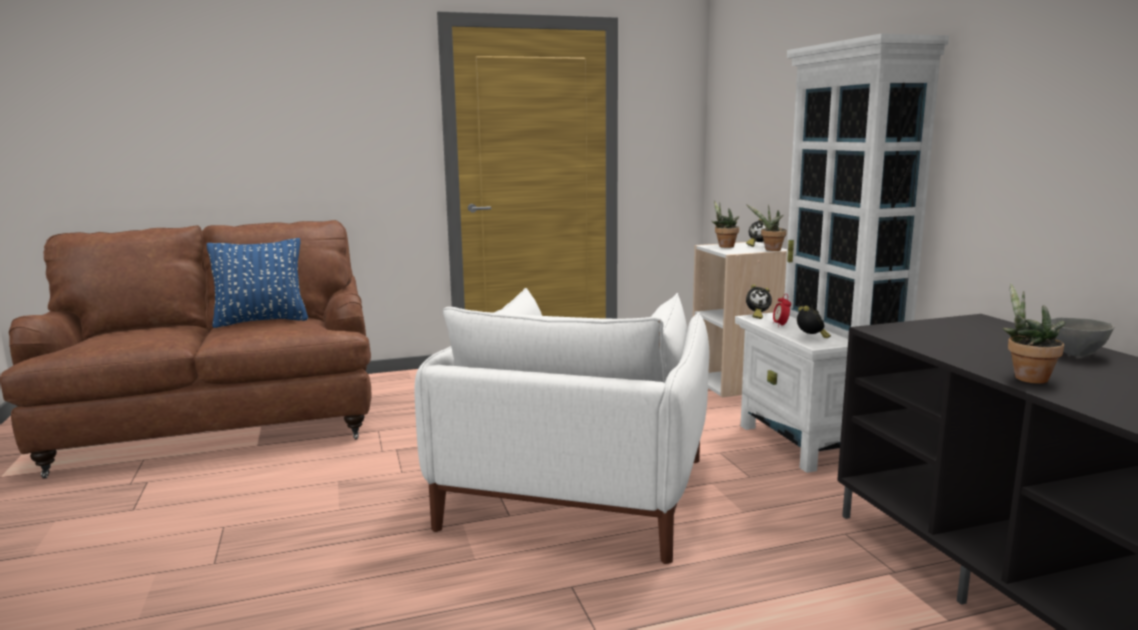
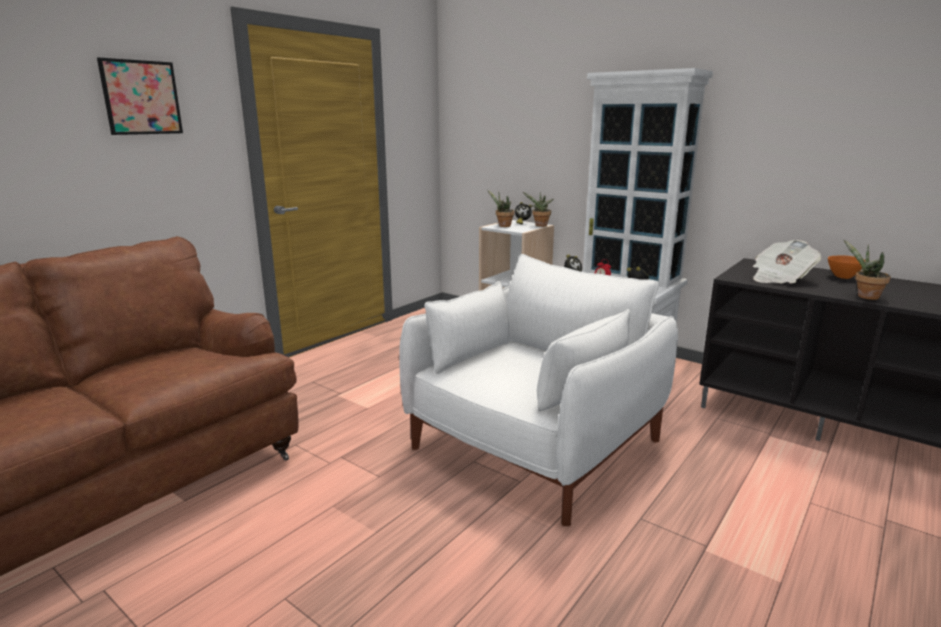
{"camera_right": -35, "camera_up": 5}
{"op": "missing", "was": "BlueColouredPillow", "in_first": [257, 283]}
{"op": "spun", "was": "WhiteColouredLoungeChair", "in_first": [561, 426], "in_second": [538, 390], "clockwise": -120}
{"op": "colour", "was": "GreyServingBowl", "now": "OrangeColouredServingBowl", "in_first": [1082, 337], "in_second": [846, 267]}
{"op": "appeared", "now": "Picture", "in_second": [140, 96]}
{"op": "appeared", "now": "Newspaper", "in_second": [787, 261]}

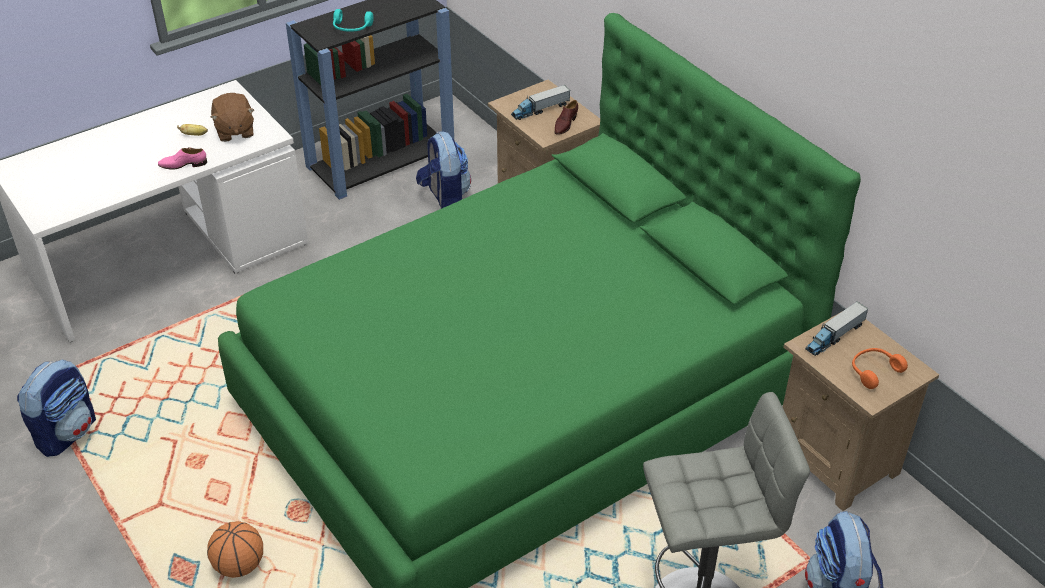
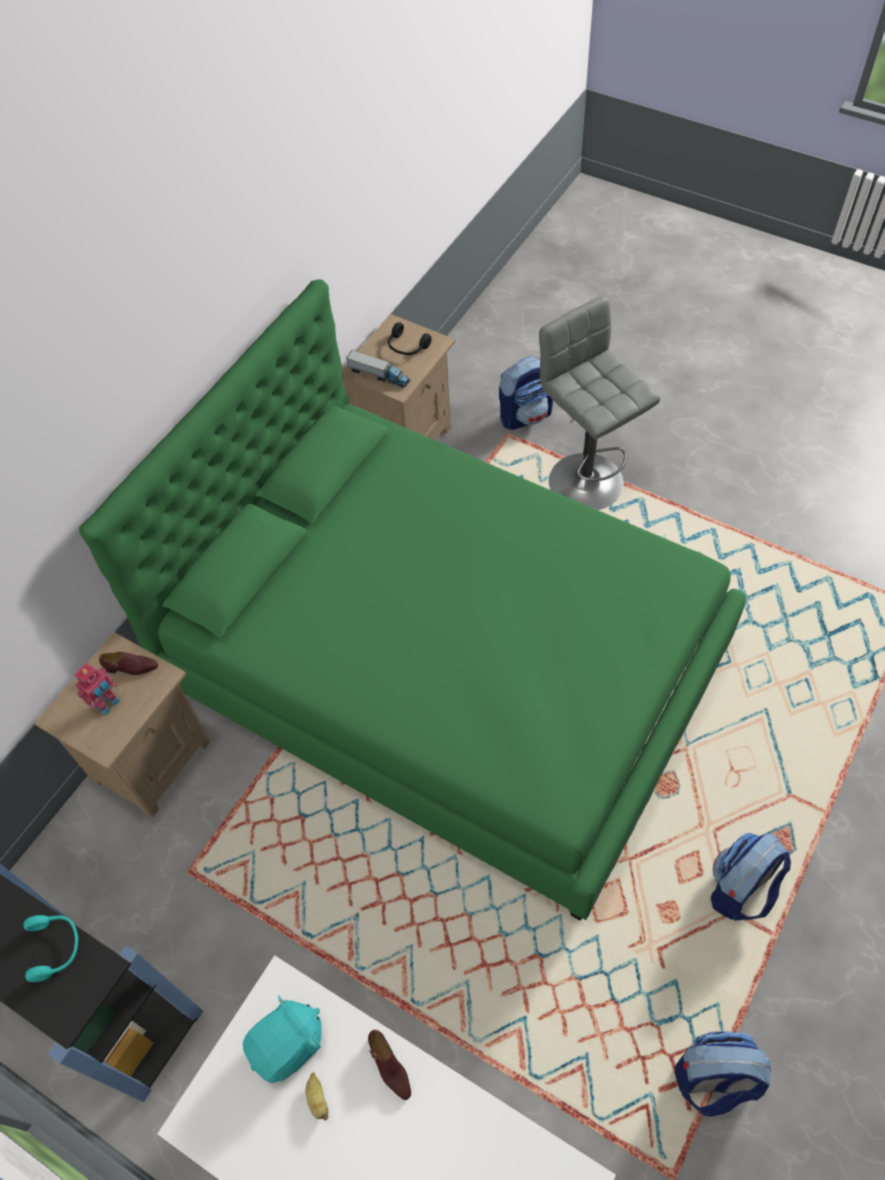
{"camera_right": -110, "camera_up": 15}
{"op": "exchanged", "was": "ToyTruck", "now": "ModelRobot", "in_first": [540, 102], "in_second": [97, 689]}
{"op": "colour", "was": "BrownColouredPlushToy", "now": "TurquoiseColouredPlushToy", "in_first": [232, 117], "in_second": [282, 1039]}
{"op": "relocated", "was": "Knapsack", "in_first": [443, 170], "in_second": [751, 877]}
{"op": "colour", "was": "PinkColouredShoe", "now": "BrownColouredShoe", "in_first": [182, 158], "in_second": [389, 1065]}
{"op": "colour", "was": "OrangeColouredPairOfHeadphones", "now": "BlackPairOfHeadphones", "in_first": [880, 368], "in_second": [410, 338]}
{"op": "missing", "was": "BallForBasketball", "in_first": [235, 549]}

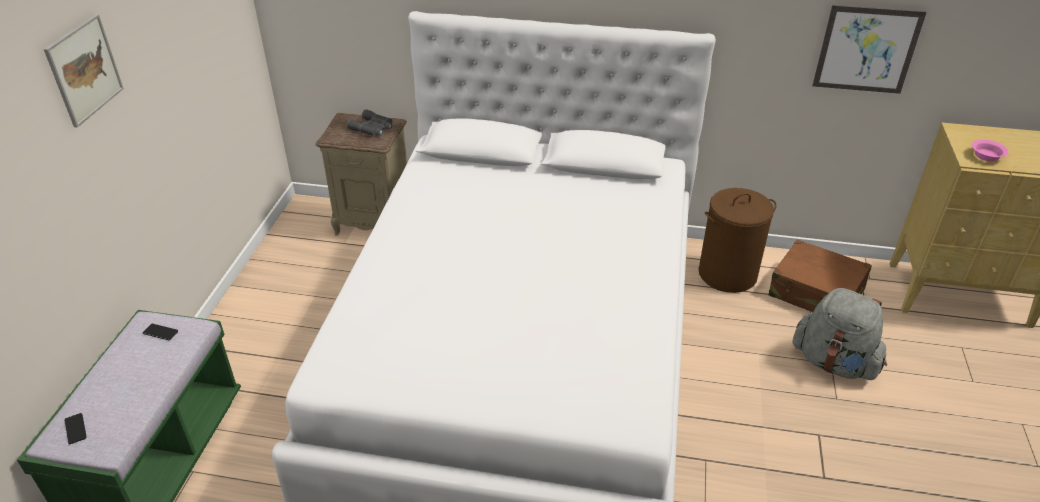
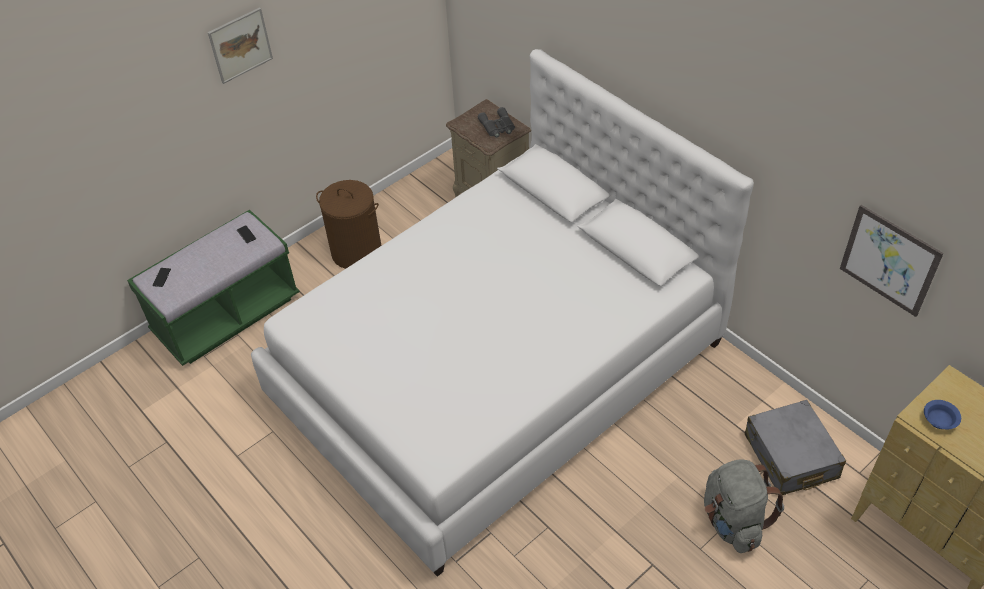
{"camera_right": 40, "camera_up": 10}
{"op": "colour", "was": "PinkColouredServingBowl", "now": "BlueColouredServingBowl", "in_first": [990, 150], "in_second": [942, 414]}
{"op": "relocated", "was": "BrownColouredLaundryBasket", "in_first": [738, 240], "in_second": [348, 224]}
{"op": "colour", "was": "BrownColouredSuitcase", "now": "GreySuitcase", "in_first": [820, 276], "in_second": [795, 447]}

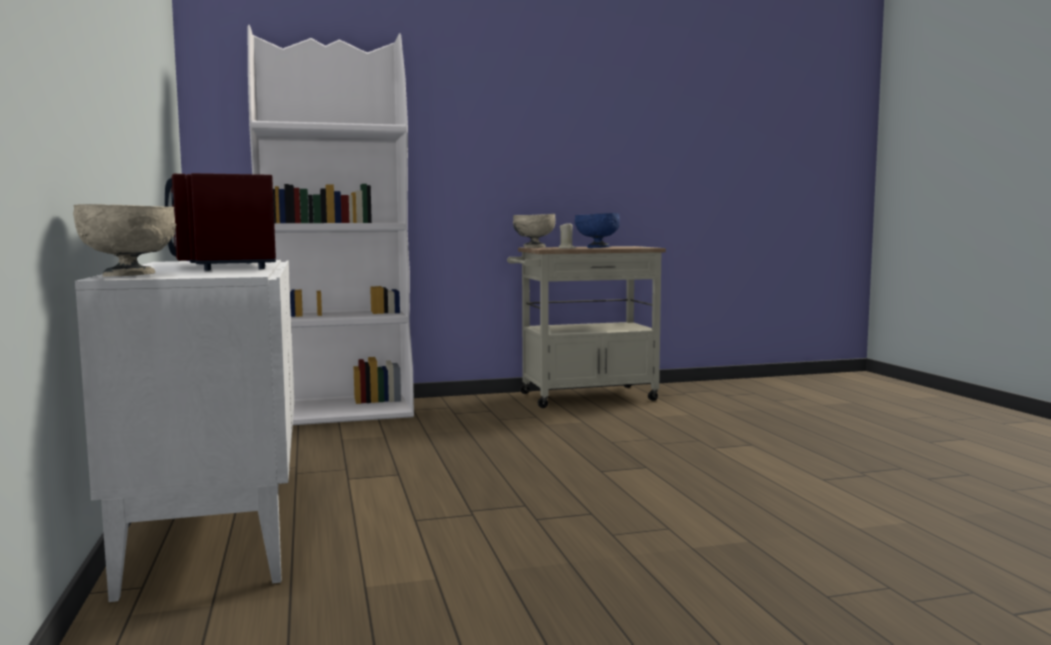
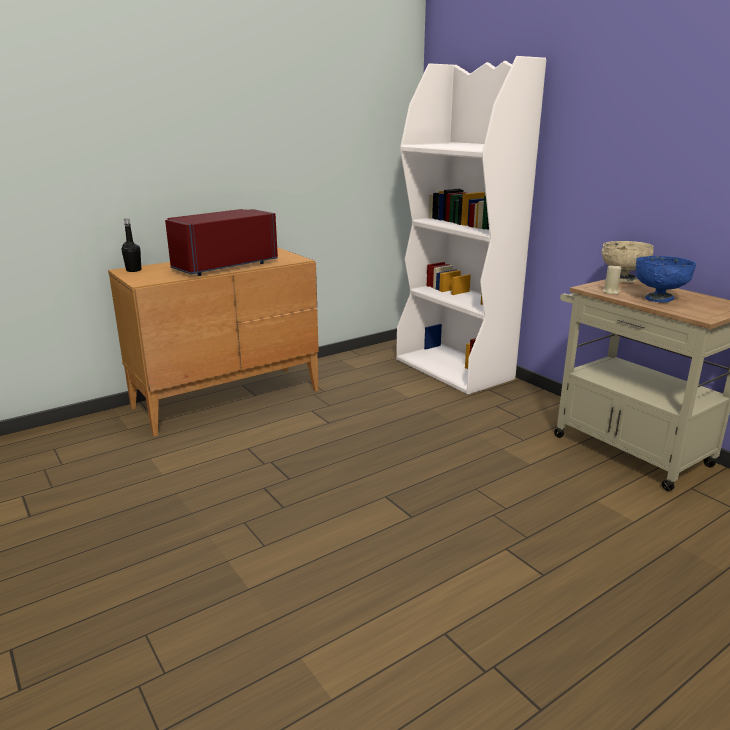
{"camera_right": 70, "camera_up": 15}
{"op": "exchanged", "was": "SandColouredServingBowl", "now": "BlackBeverageBottle", "in_first": [124, 240], "in_second": [131, 245]}
{"op": "colour", "was": "WhiteColouredStorageCabinet", "now": "BrownColouredStorageCabinet", "in_first": [184, 431], "in_second": [213, 342]}

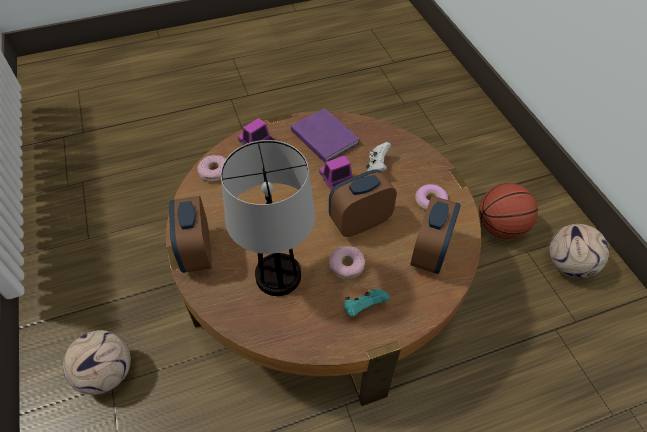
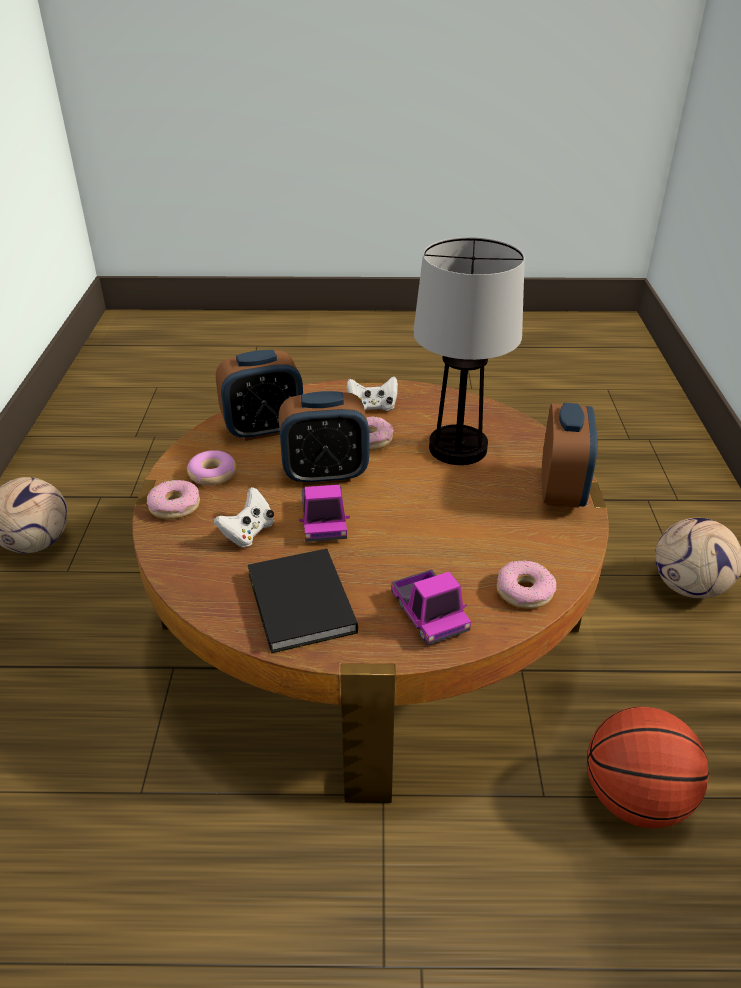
{"camera_right": -160, "camera_up": -15}
{"op": "colour", "was": "PurplishBook", "now": "BlackBook", "in_first": [325, 135], "in_second": [303, 601]}
{"op": "relocated", "was": "BallForBasketball", "in_first": [508, 211], "in_second": [648, 767]}
{"op": "spun", "was": "AlarmClock", "in_first": [435, 235], "in_second": [259, 395], "clockwise": -150}
{"op": "colour", "was": "TurquoiseColouredGameController", "now": "WhiteColouredGameController", "in_first": [367, 303], "in_second": [372, 394]}
{"op": "appeared", "now": "Doughnut", "in_second": [173, 499]}

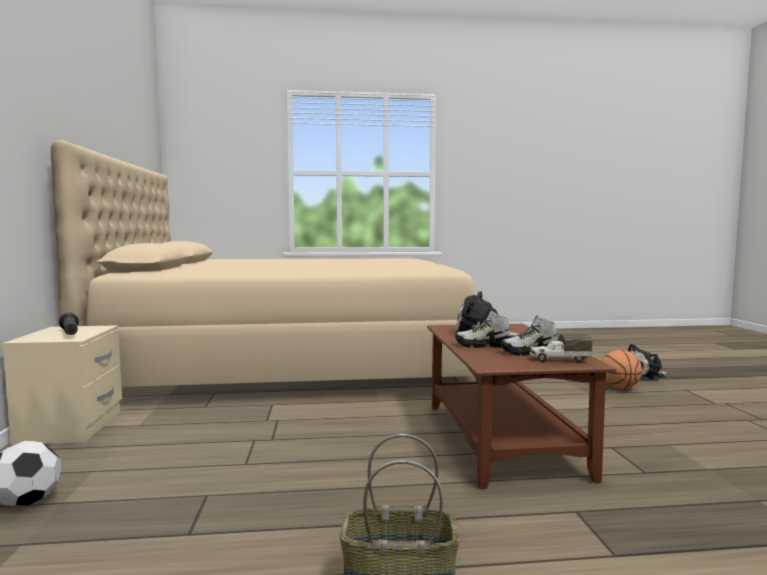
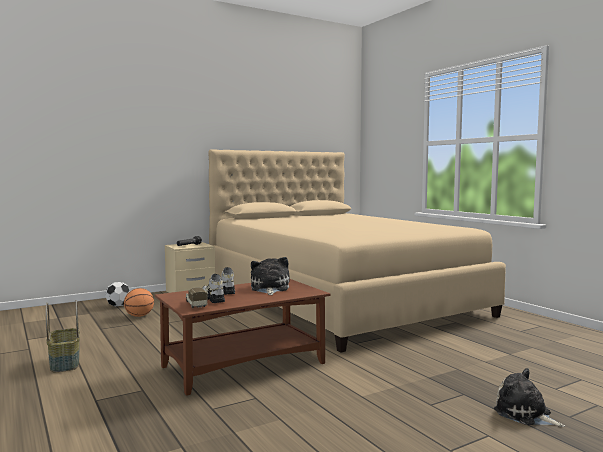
{"camera_right": 65, "camera_up": 0}
{"op": "relocated", "was": "BallForBasketball", "in_first": [621, 369], "in_second": [139, 302]}

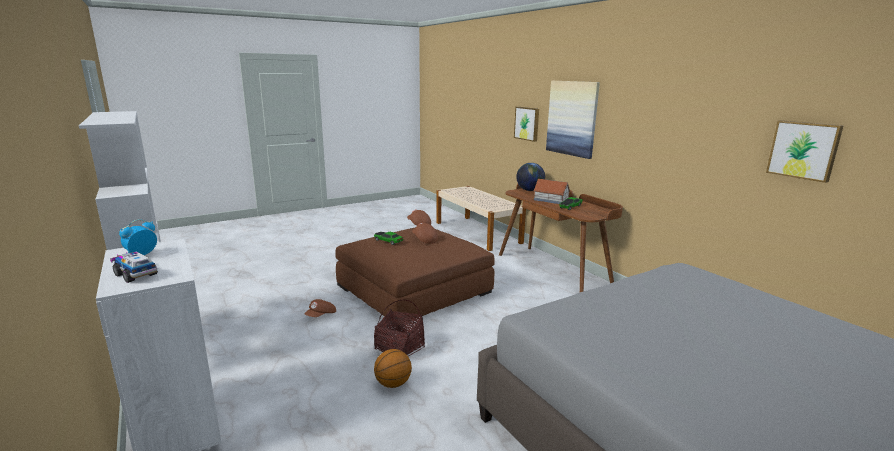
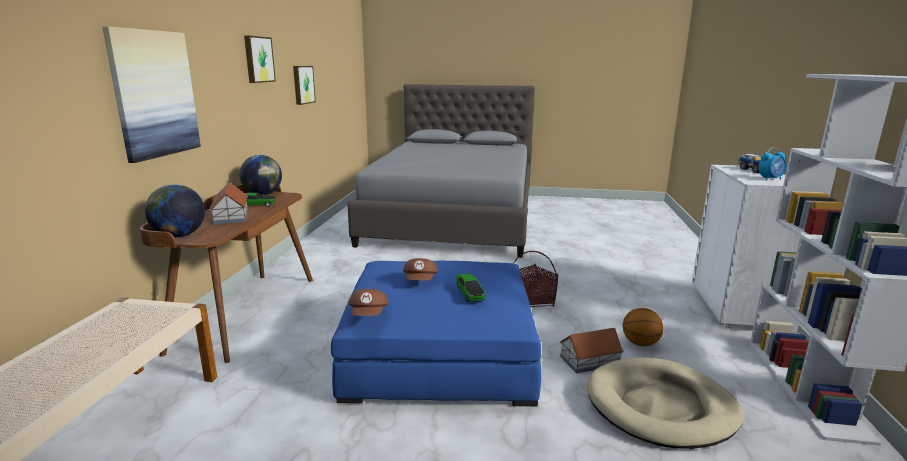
{"camera_right": -140, "camera_up": 0}
{"op": "relocated", "was": "Picture", "in_first": [526, 124], "in_second": [260, 59]}
{"op": "colour", "was": "BrownColouredPouffe", "now": "BlueColouredPouffe", "in_first": [415, 277], "in_second": [436, 333]}
{"op": "exchanged", "was": "BrownColouredBaseballCap", "now": "MiniatureHouse", "in_first": [320, 308], "in_second": [592, 350]}
{"op": "relocated", "was": "BallForBasketball", "in_first": [393, 368], "in_second": [643, 327]}
{"op": "appeared", "now": "Globe", "in_second": [260, 175]}
{"op": "appeared", "now": "SandColouredDogCushion", "in_second": [665, 403]}

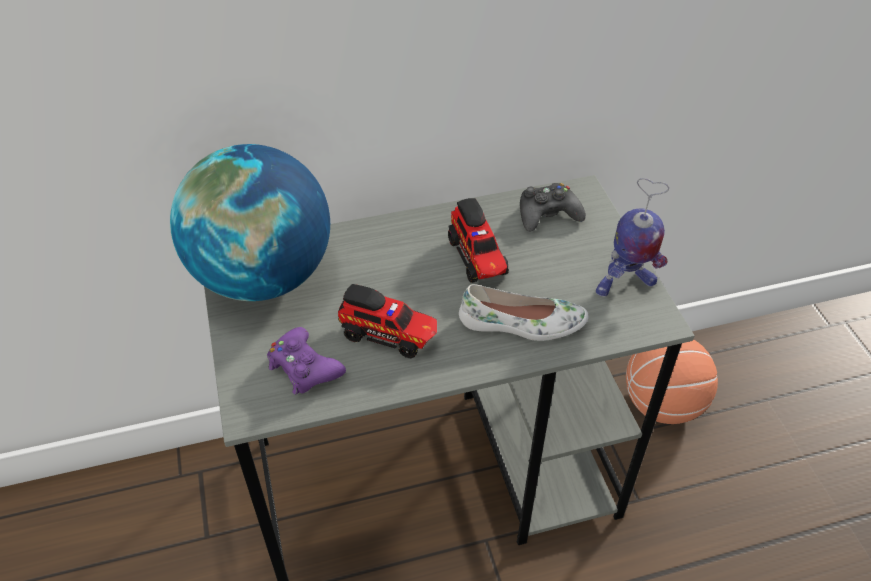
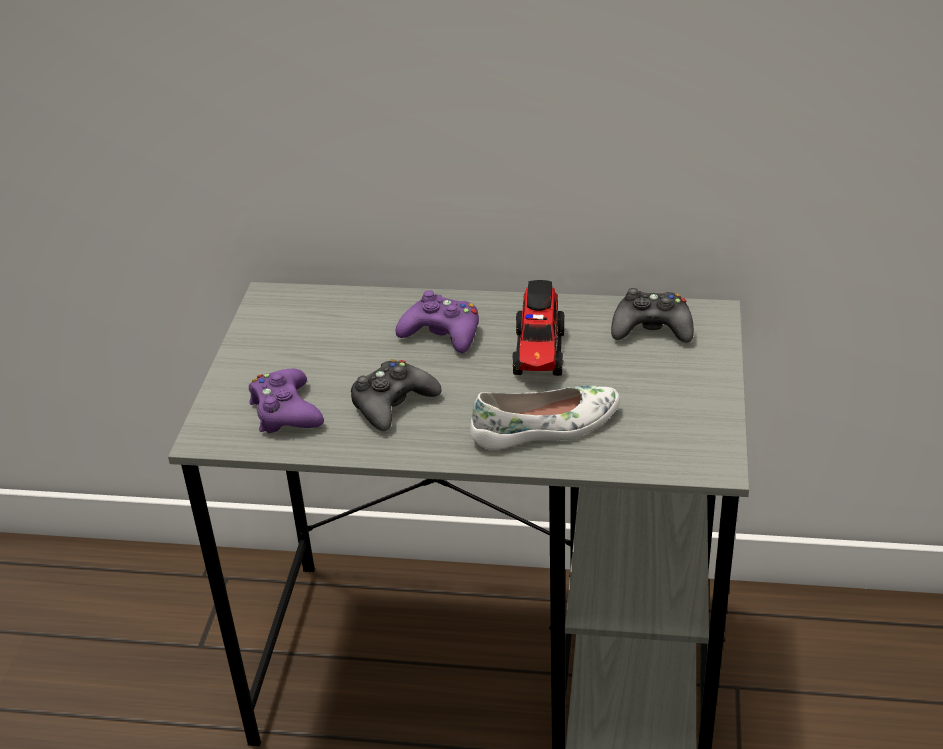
{"camera_right": 25, "camera_up": -10}
{"op": "missing", "was": "Globe", "in_first": [250, 222]}
{"op": "missing", "was": "ModelRobot", "in_first": [632, 237]}
{"op": "exchanged", "was": "ToyTruck", "now": "BlackGameController", "in_first": [387, 321], "in_second": [396, 395]}
{"op": "spun", "was": "WhiteColouredShoe", "in_first": [524, 312], "in_second": [545, 418], "clockwise": -45}
{"op": "missing", "was": "BallForBasketball", "in_first": [672, 381]}
{"op": "appeared", "now": "PurplishGameController", "in_second": [437, 321]}

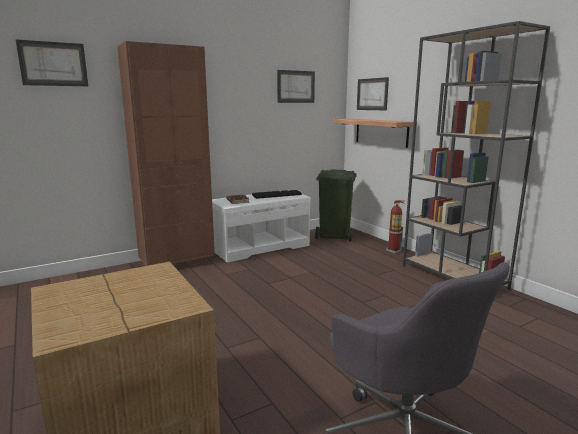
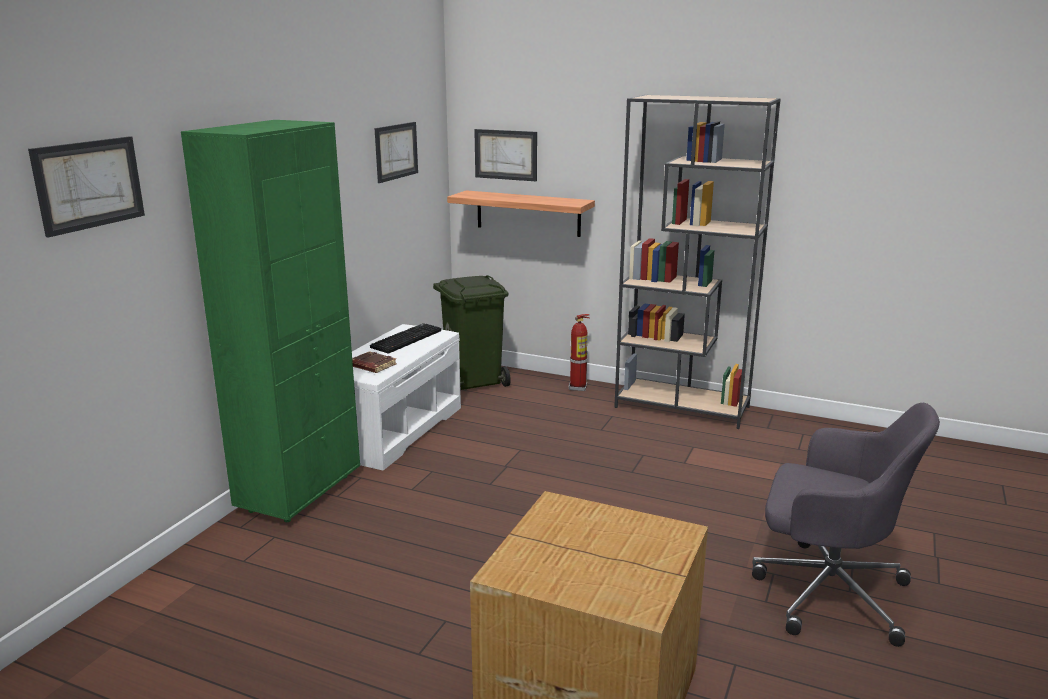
{"camera_right": -35, "camera_up": 5}
{"op": "colour", "was": "BrownColouredStorageCabinet", "now": "GreenStorageCabinet", "in_first": [166, 153], "in_second": [270, 321]}

